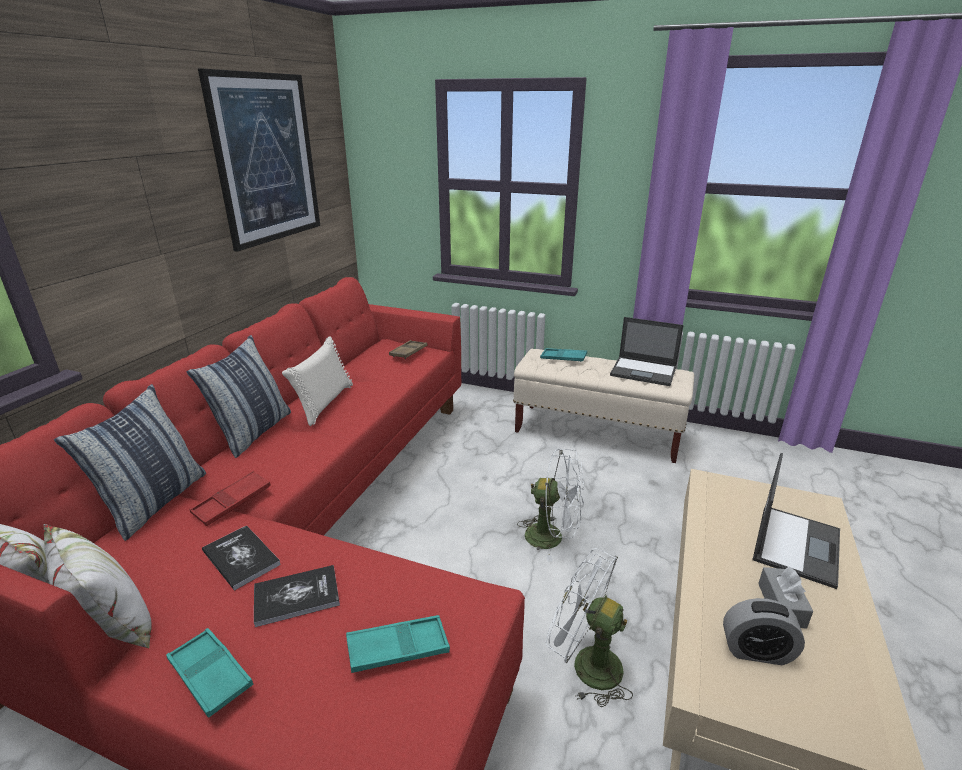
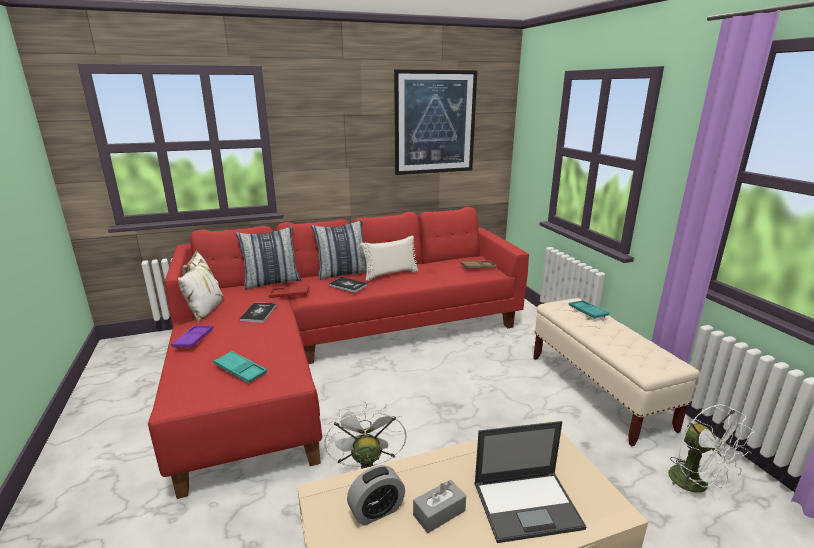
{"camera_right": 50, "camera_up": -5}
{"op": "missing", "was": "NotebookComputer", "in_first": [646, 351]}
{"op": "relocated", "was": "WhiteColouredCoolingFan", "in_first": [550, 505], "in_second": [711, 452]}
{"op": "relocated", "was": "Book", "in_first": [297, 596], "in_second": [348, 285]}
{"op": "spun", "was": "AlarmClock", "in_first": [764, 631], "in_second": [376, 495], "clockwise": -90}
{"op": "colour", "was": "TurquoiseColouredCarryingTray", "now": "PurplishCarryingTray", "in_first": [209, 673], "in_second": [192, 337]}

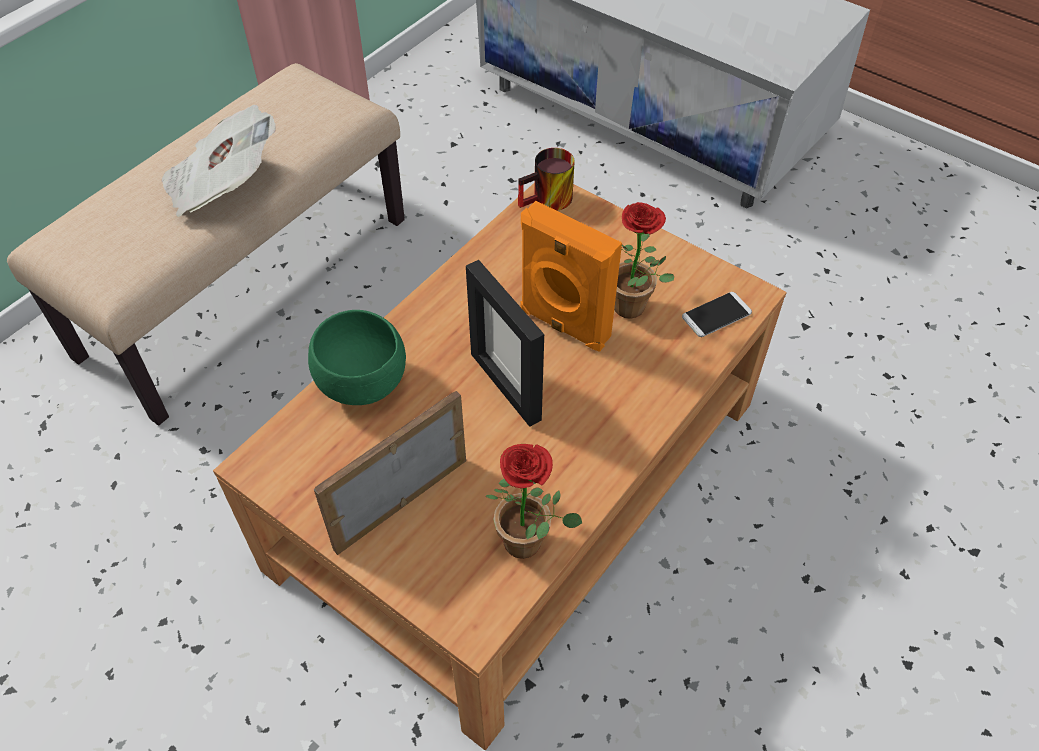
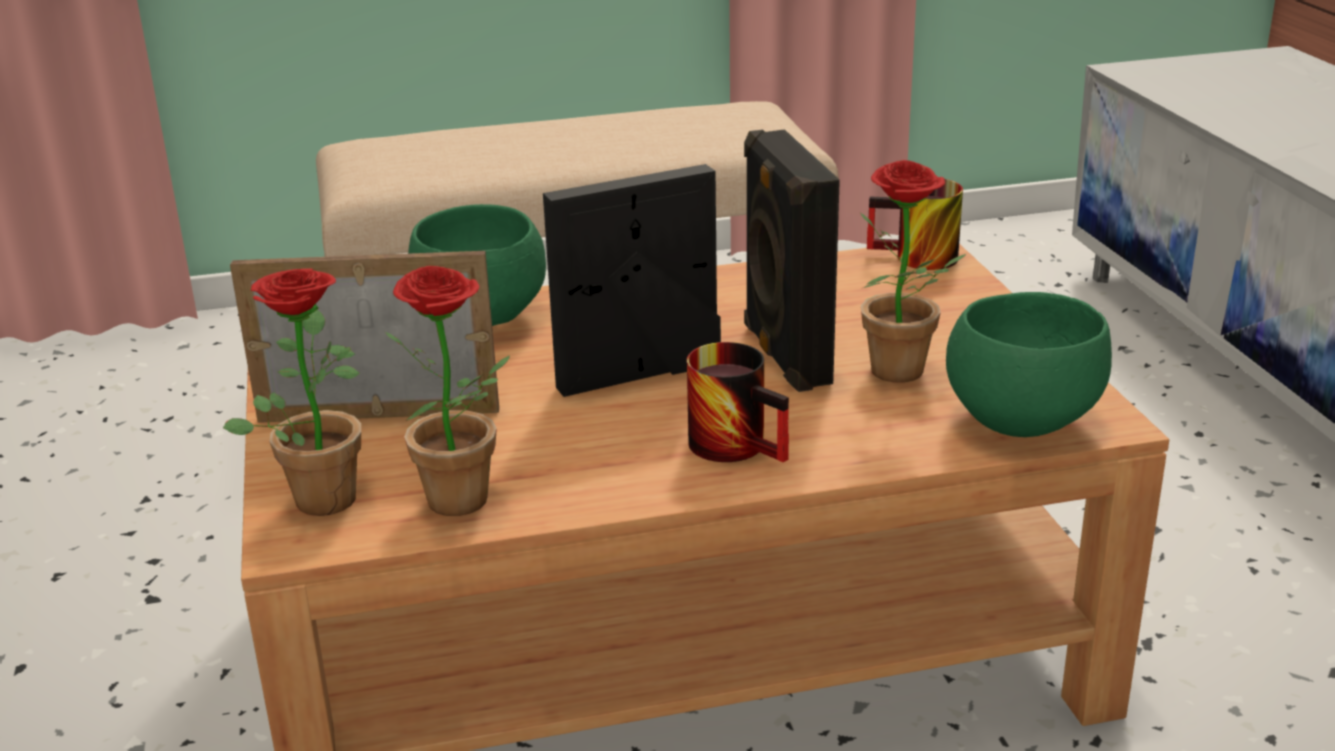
{"camera_right": 40, "camera_up": -25}
{"op": "missing", "was": "Newspaper", "in_first": [218, 161]}
{"op": "colour", "was": "OrangeColouredAudioSpeaker", "now": "BlackAudioSpeaker", "in_first": [571, 276], "in_second": [792, 260]}
{"op": "spun", "was": "StandingFrame", "in_first": [505, 343], "in_second": [632, 280], "clockwise": 60}
{"op": "exchanged", "was": "Handset", "now": "GreenServingBowl", "in_first": [717, 314], "in_second": [1029, 364]}
{"op": "appeared", "now": "Houseplant", "in_second": [292, 392]}
{"op": "appeared", "now": "Mug", "in_second": [738, 402]}

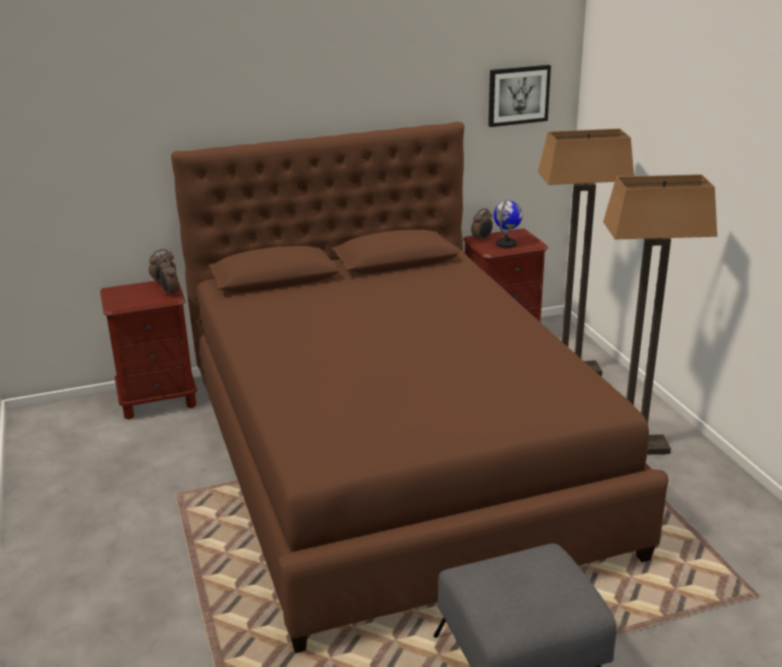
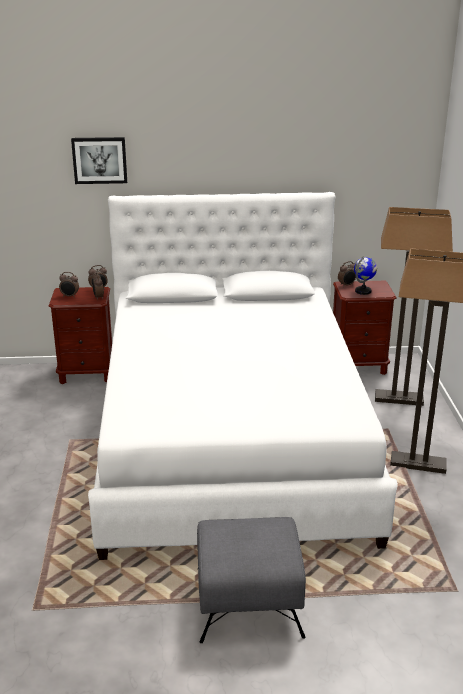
{"camera_right": 15, "camera_up": 0}
{"op": "relocated", "was": "Picture", "in_first": [519, 96], "in_second": [99, 160]}
{"op": "colour", "was": "BrownColouredBedroomBed", "now": "WhiteColouredBedroomBed", "in_first": [420, 387], "in_second": [243, 376]}
{"op": "appeared", "now": "AlarmClock", "in_second": [69, 285]}

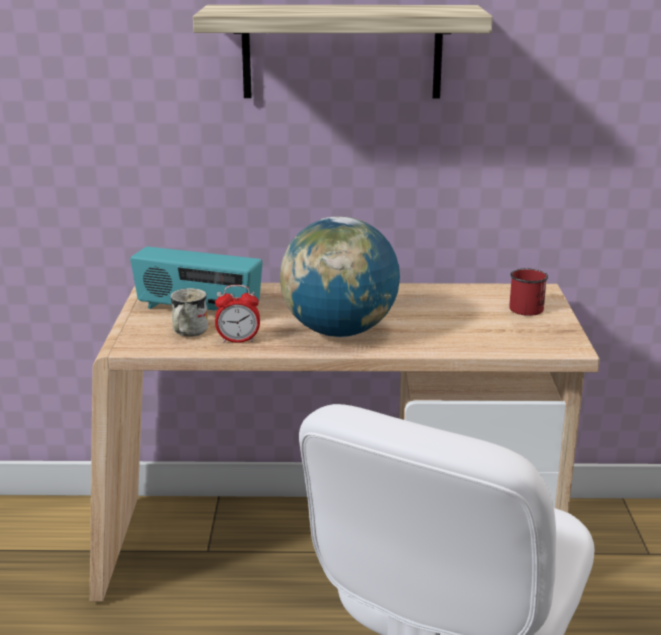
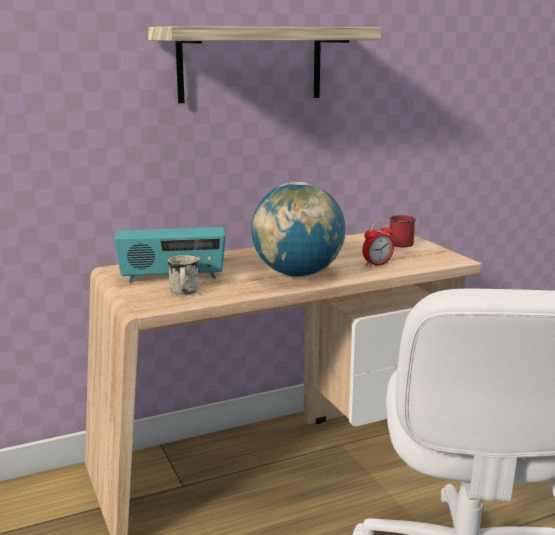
{"camera_right": -25, "camera_up": -5}
{"op": "relocated", "was": "AlarmClock", "in_first": [237, 314], "in_second": [378, 244]}

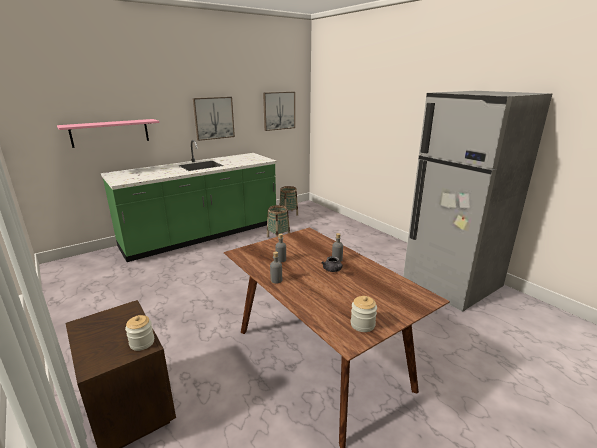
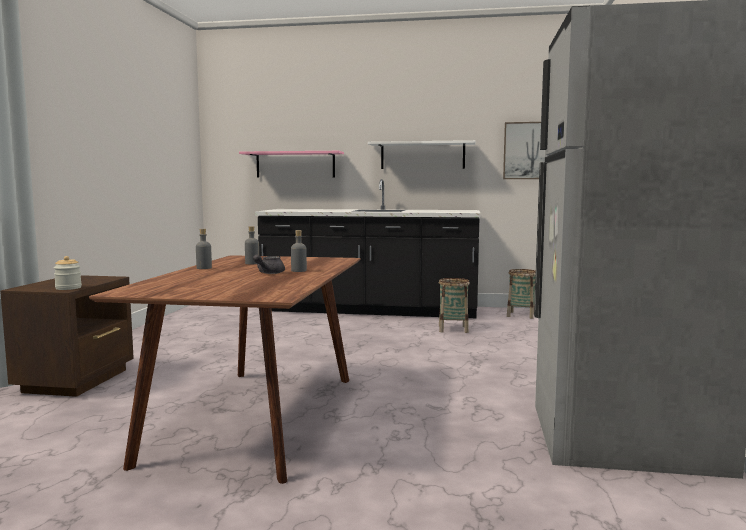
{"camera_right": 45, "camera_up": -15}
{"op": "exchanged", "was": "Picture", "now": "WhiteColouredShelf", "in_first": [214, 119], "in_second": [421, 154]}
{"op": "colour", "was": "GreenCounter", "now": "BlackCounter", "in_first": [189, 201], "in_second": [367, 248]}
{"op": "missing", "was": "Jar", "in_first": [364, 314]}

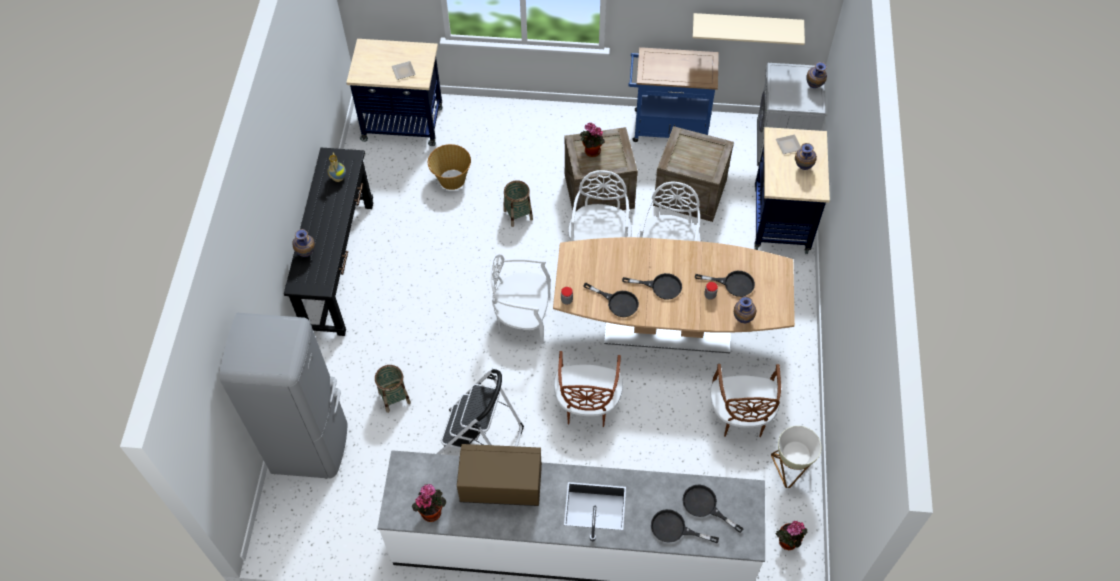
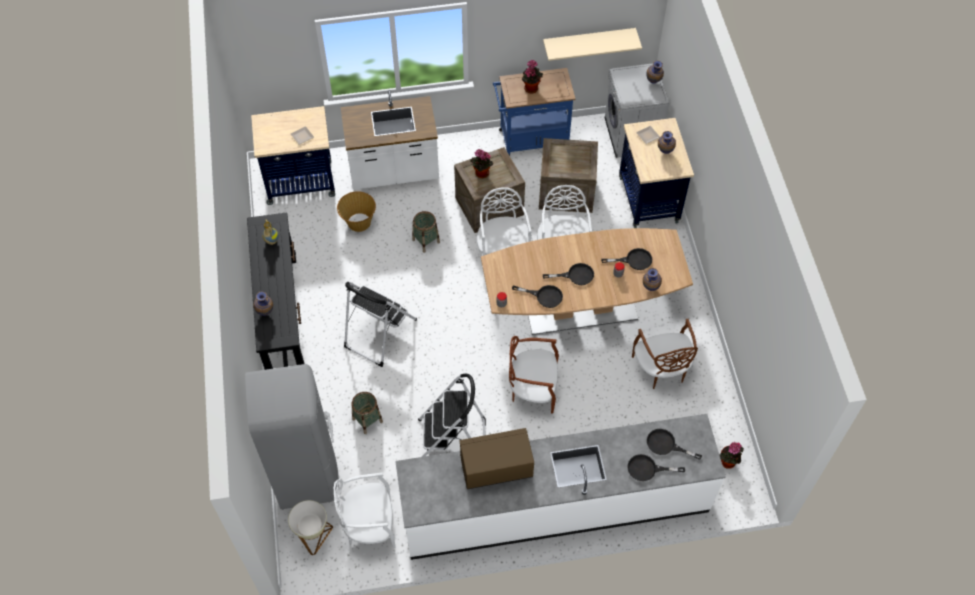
{"camera_right": -15, "camera_up": 0}
{"op": "relocated", "was": "WhiteColouredChair", "in_first": [520, 299], "in_second": [364, 510]}
{"op": "spun", "was": "BrownColouredChair", "in_first": [588, 389], "in_second": [534, 375], "clockwise": 105}
{"op": "relocated", "was": "PlantPot", "in_first": [796, 457], "in_second": [310, 527]}
{"op": "relocated", "was": "Houseplant", "in_first": [429, 503], "in_second": [532, 77]}
{"op": "appeared", "now": "WhiteColouredCounter", "in_second": [390, 140]}
{"op": "appeared", "now": "StepLadder", "in_second": [380, 324]}

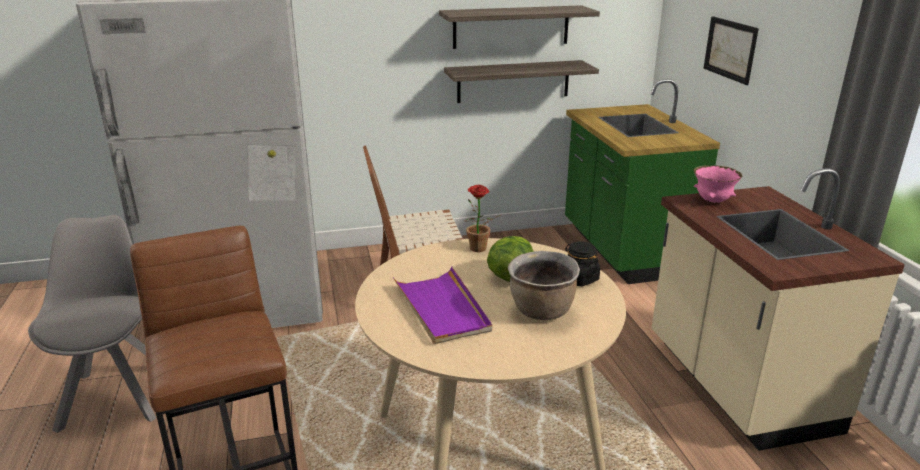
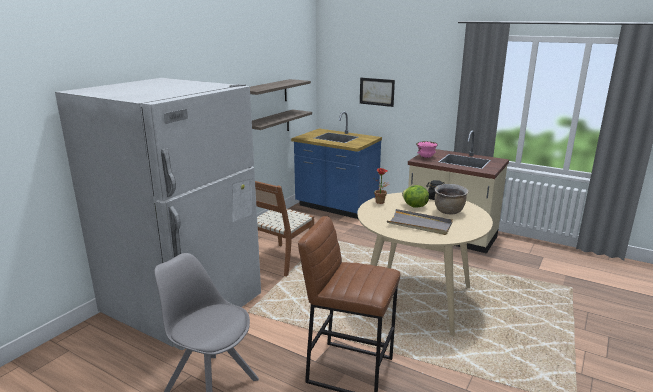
{"camera_right": -45, "camera_up": -5}
{"op": "colour", "was": "GreenCounter", "now": "BlueColouredCounter", "in_first": [642, 181], "in_second": [336, 165]}
{"op": "colour", "was": "PurplishCarryingTray", "now": "GreyCarryingTray", "in_first": [442, 305], "in_second": [420, 222]}

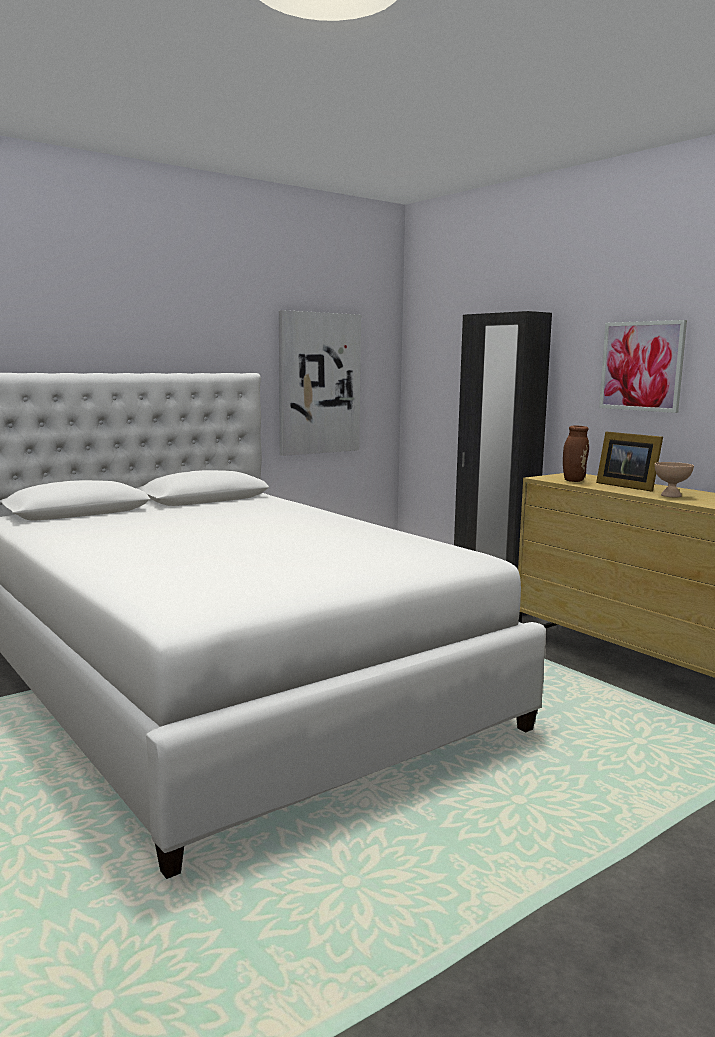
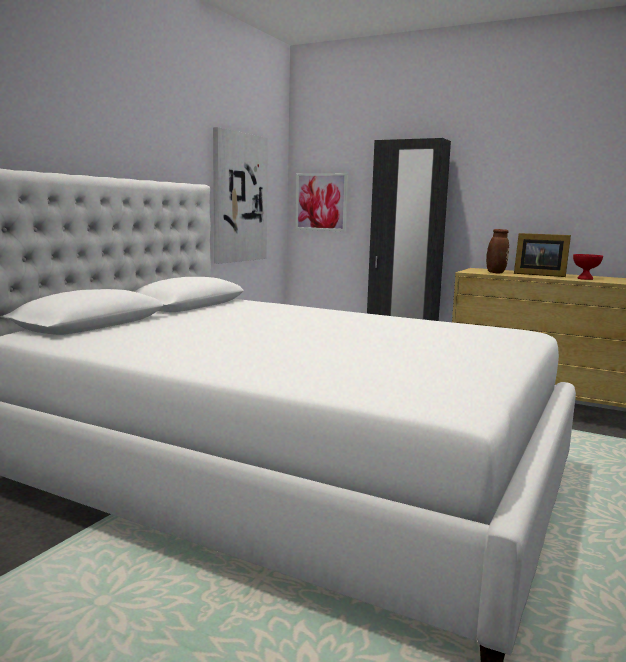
{"camera_right": -25, "camera_up": 0}
{"op": "relocated", "was": "Picture", "in_first": [643, 366], "in_second": [321, 202]}
{"op": "colour", "was": "SandColouredServingBowl", "now": "RedServingBowl", "in_first": [674, 479], "in_second": [588, 267]}

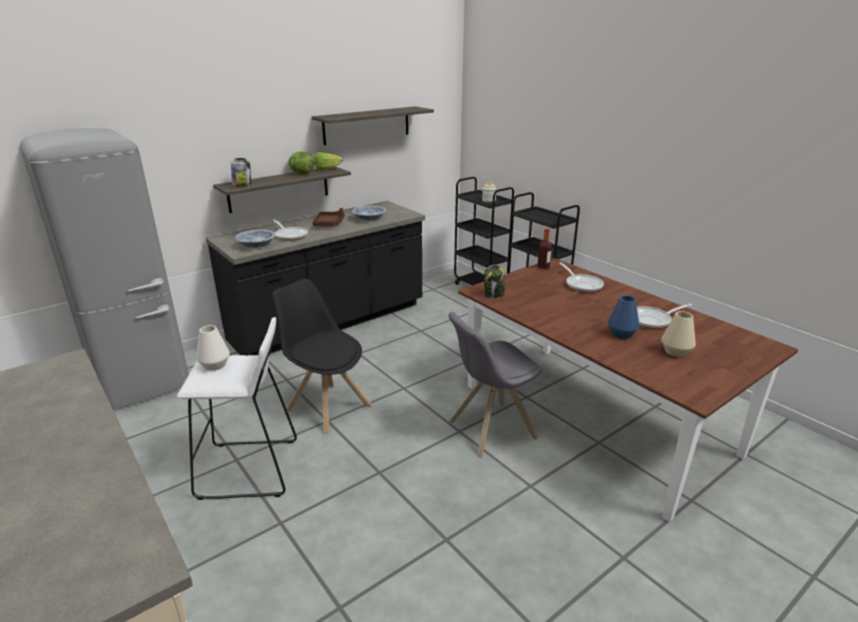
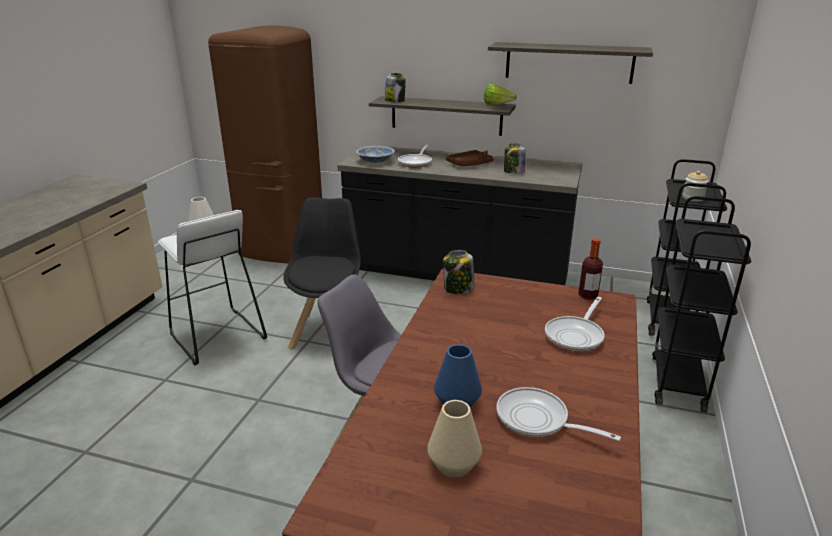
{"camera_right": 55, "camera_up": 0}
{"op": "colour", "was": "GreyRefrigerator", "now": "BrownColouredRefrigerator", "in_first": [104, 269], "in_second": [265, 145]}
{"op": "missing", "was": "LettuceHead", "in_first": [301, 162]}
{"op": "exchanged", "was": "ServingBowl", "now": "Jar", "in_first": [369, 212], "in_second": [515, 158]}

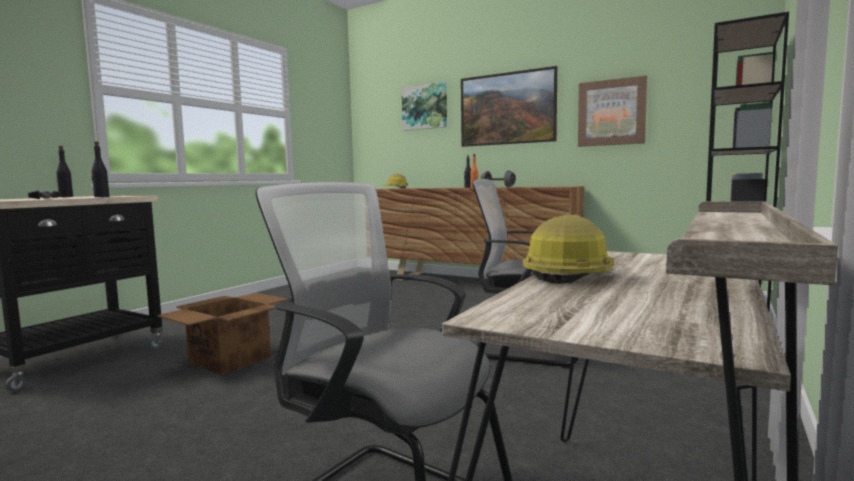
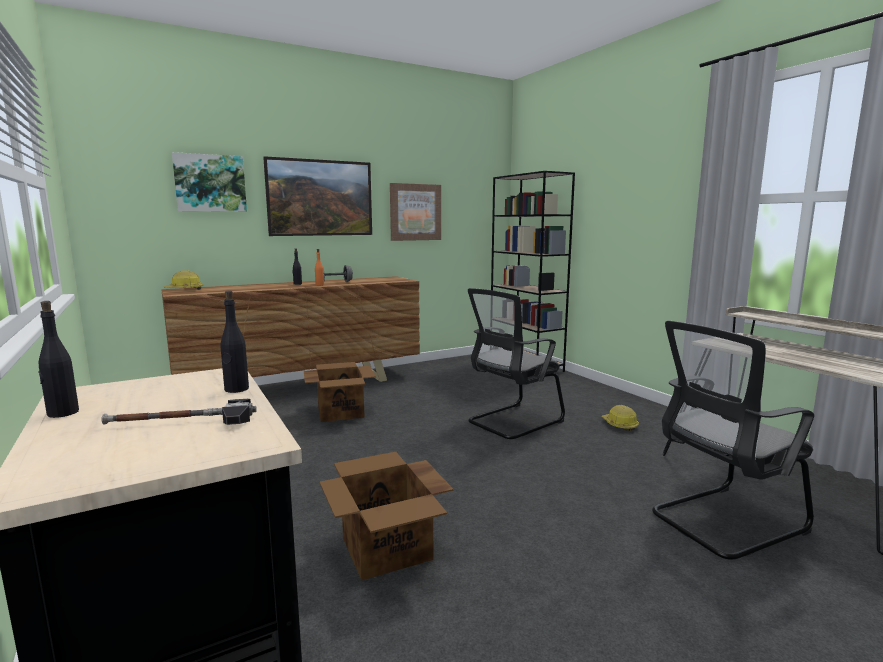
{"camera_right": -60, "camera_up": 5}
{"op": "relocated", "was": "SafetyHelmet", "in_first": [568, 248], "in_second": [620, 418]}
{"op": "appeared", "now": "Carton", "in_second": [340, 392]}

